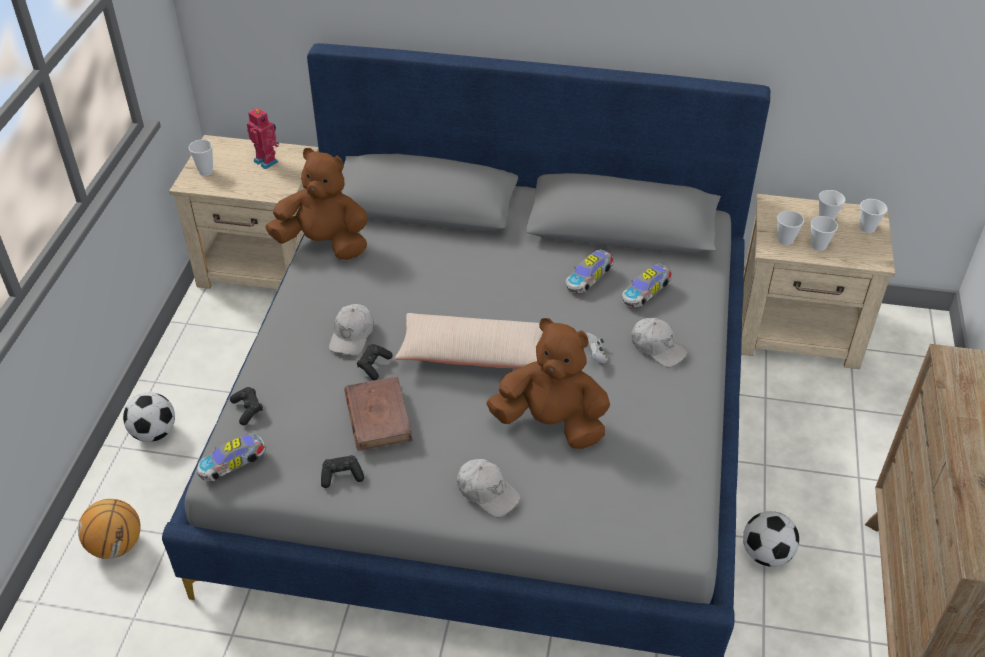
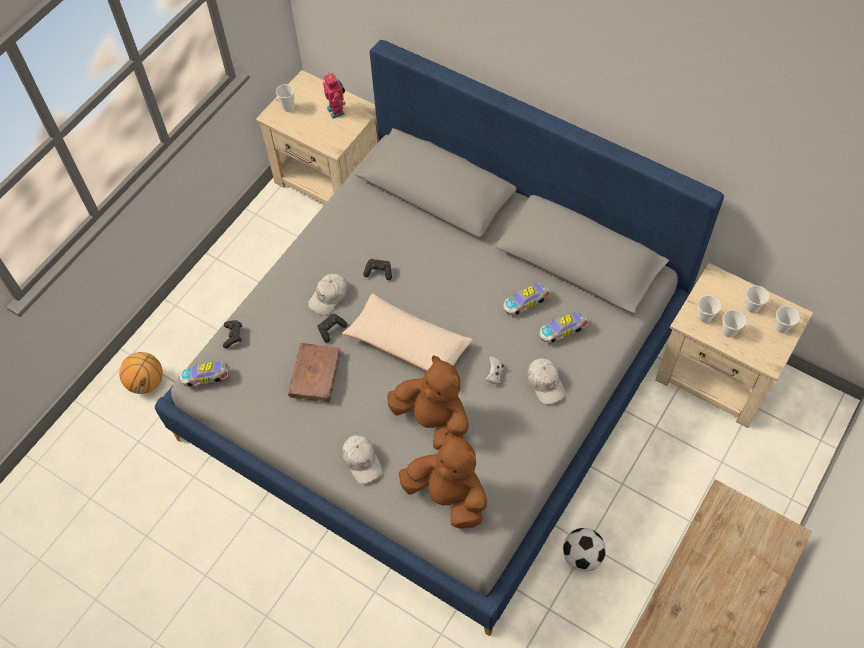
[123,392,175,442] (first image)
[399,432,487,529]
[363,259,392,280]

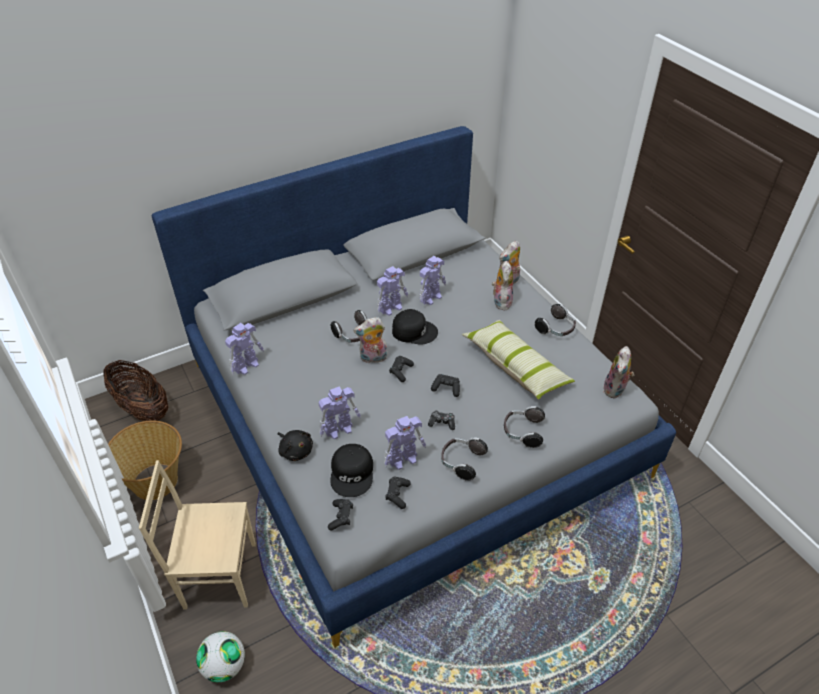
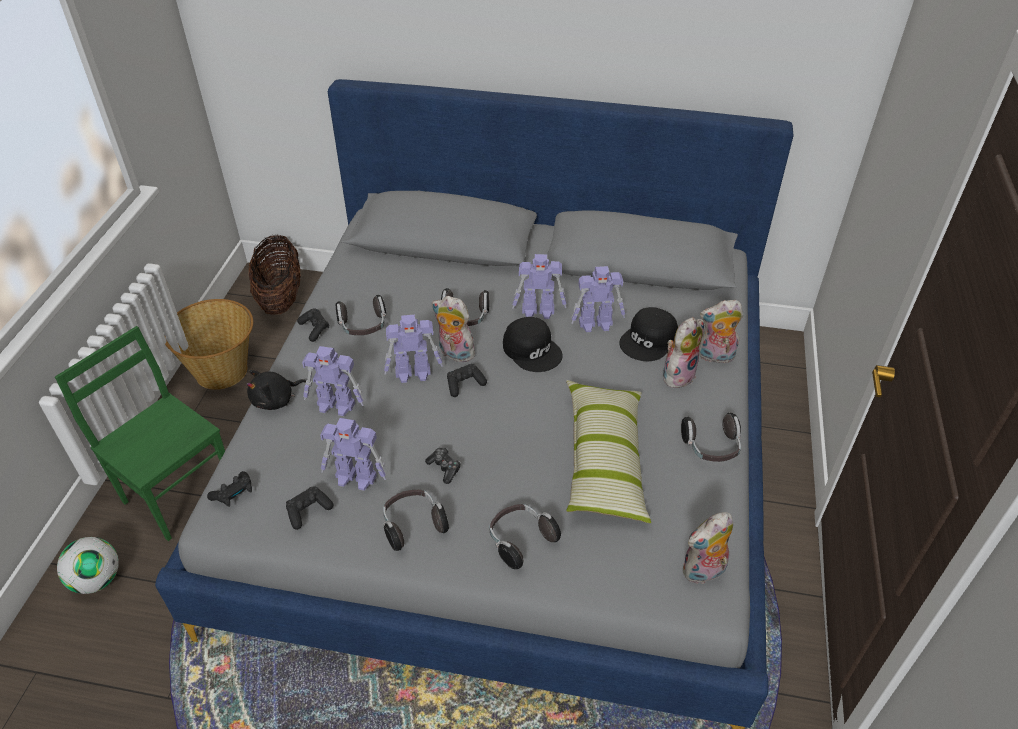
[336,295,386,335]
[384,315,443,383]
[619,307,678,361]
[297,308,329,342]
[55,326,225,541]
[246,370,306,410]

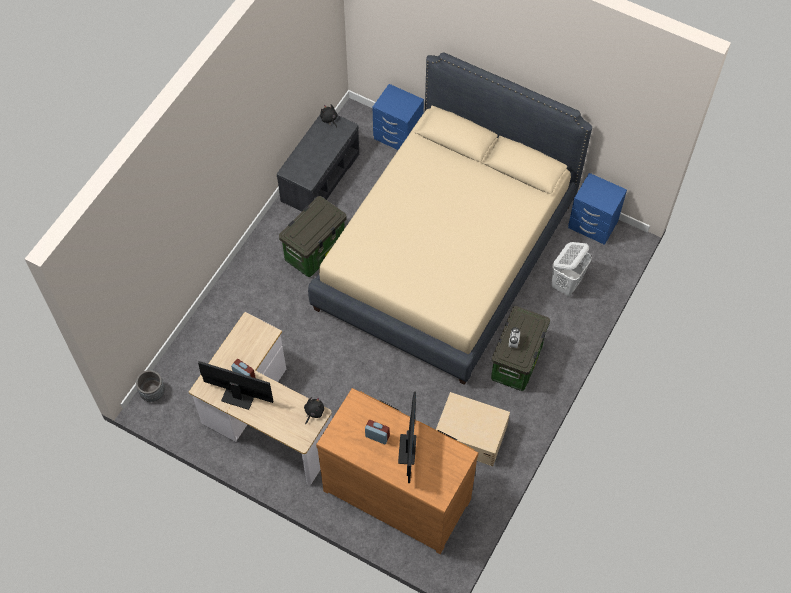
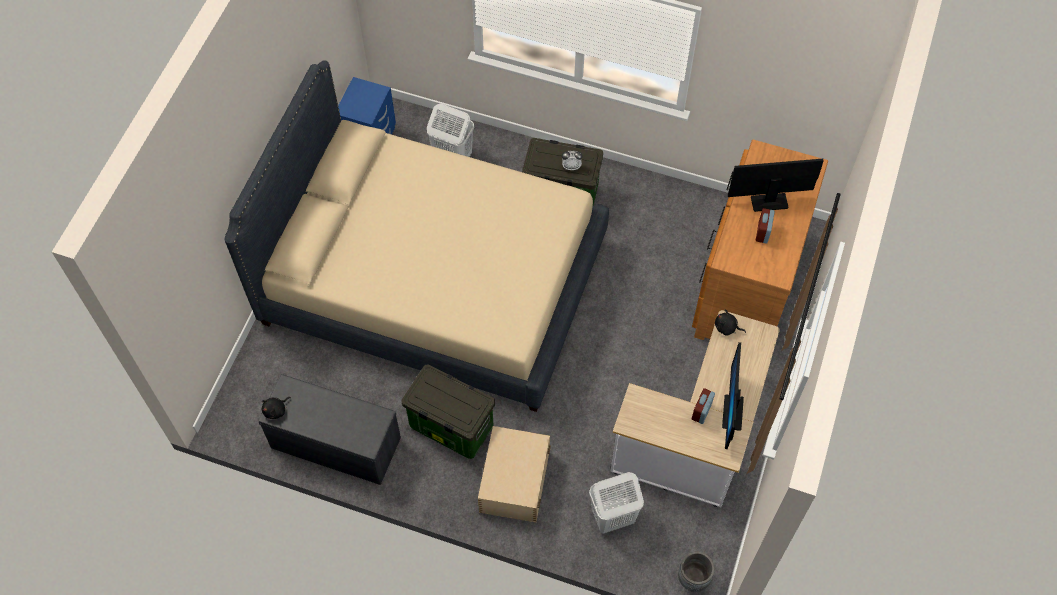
[373,84,424,150] (first image)
[589,472,644,534]
[478,426,551,522]

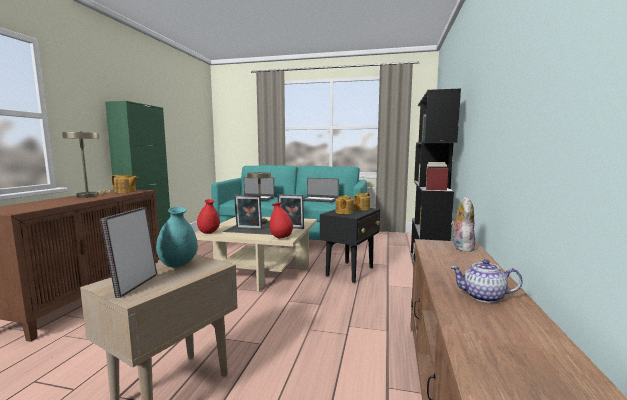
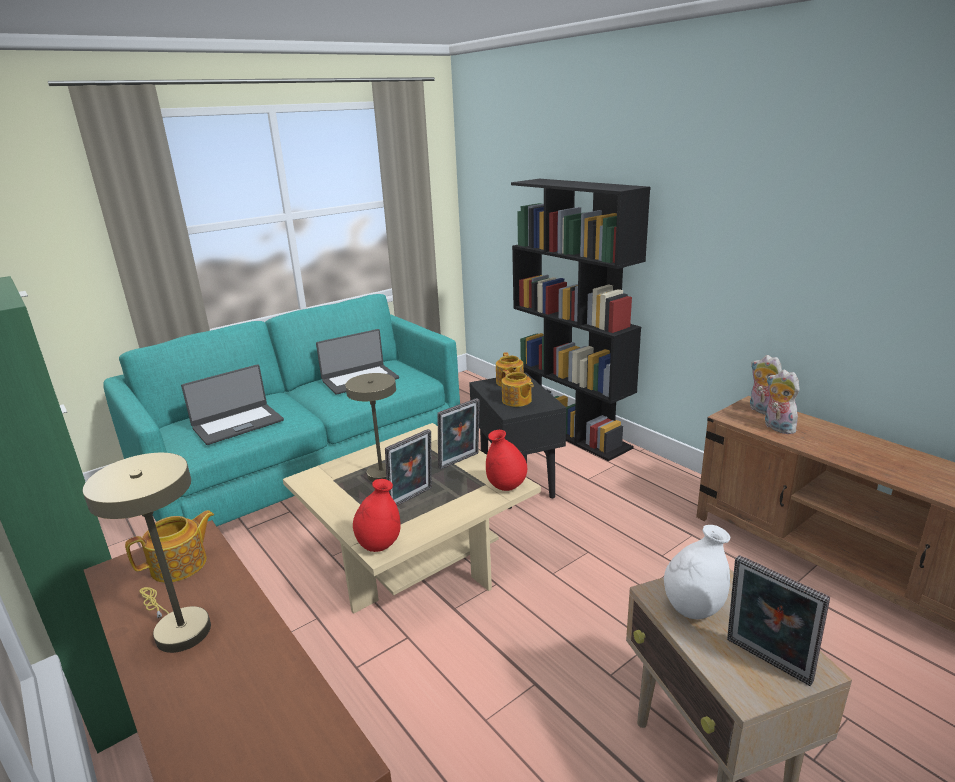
[451,259,523,303] (first image)
[765,370,800,434]
[664,525,730,619]

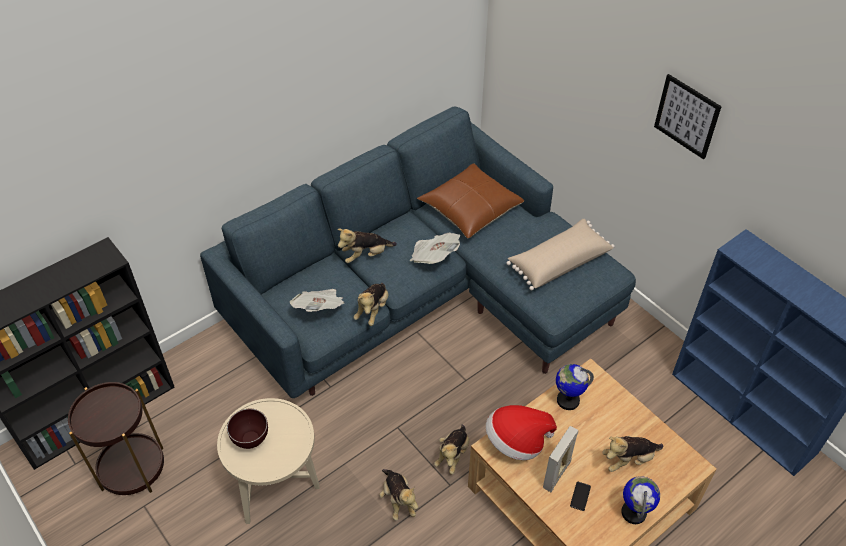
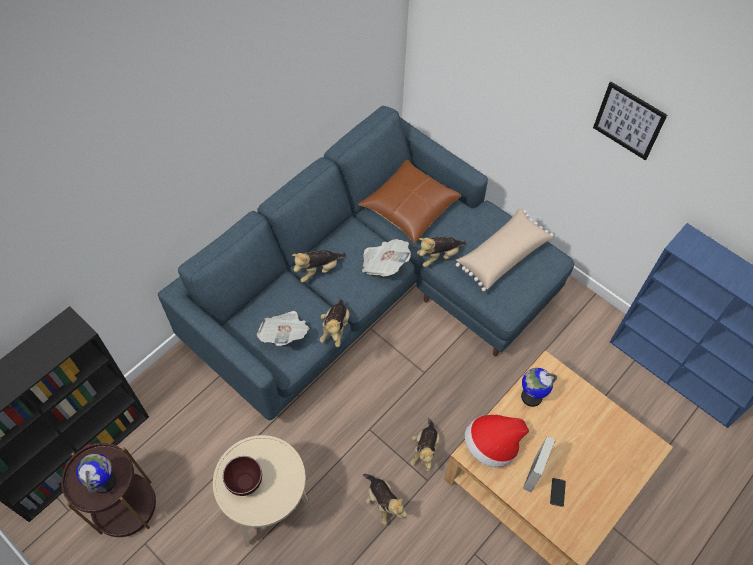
[417,237,466,267]
[76,453,116,494]

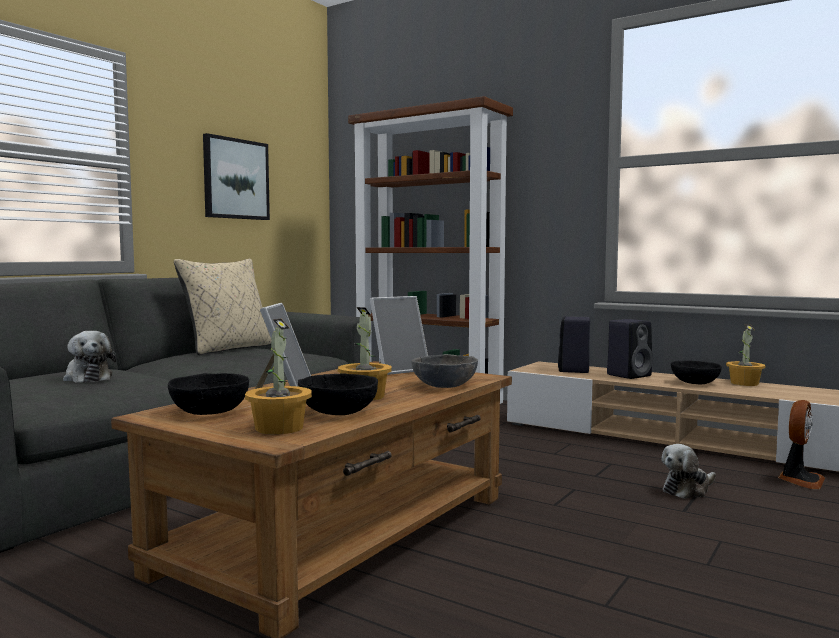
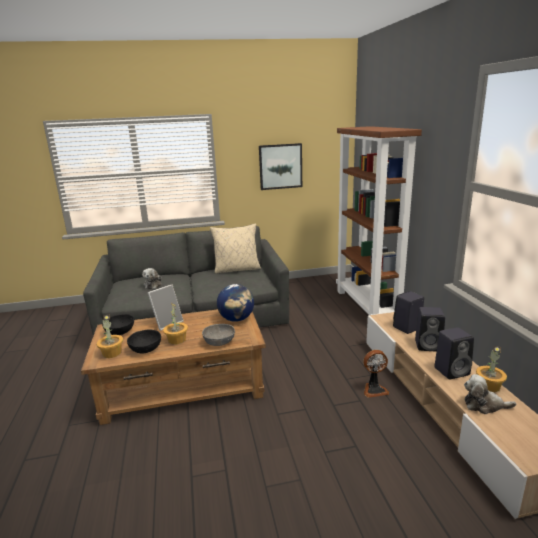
[464,374,516,414]
[364,350,389,398]
[217,284,254,322]
[434,327,474,380]

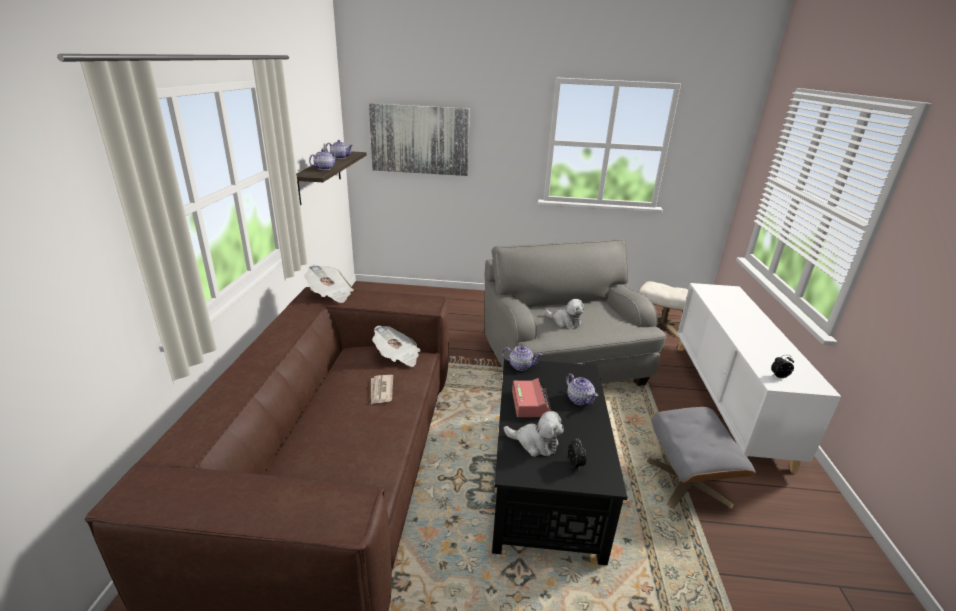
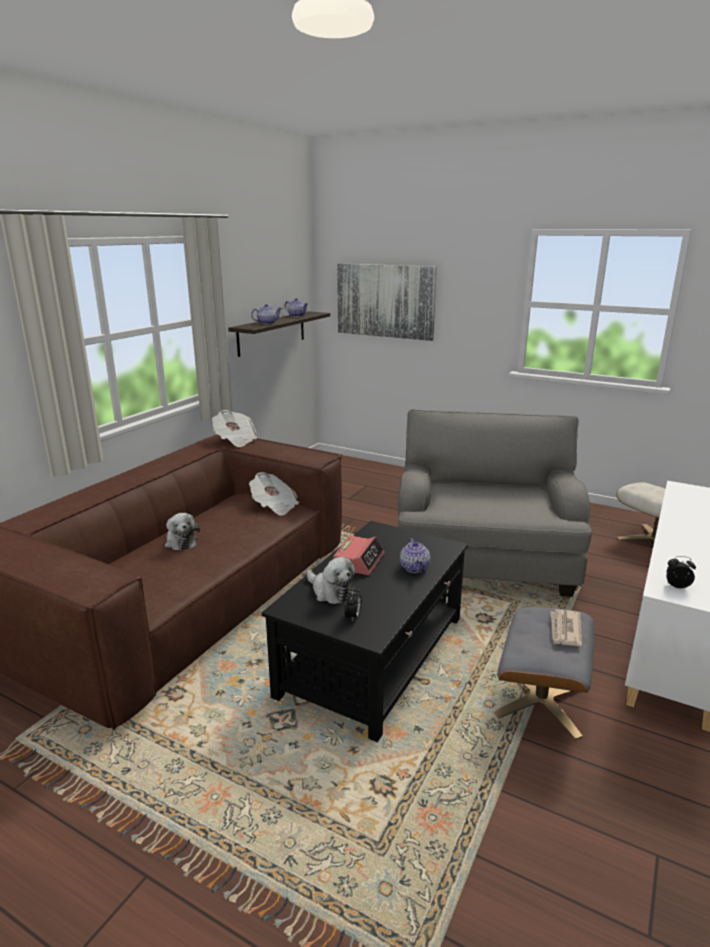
[502,345,543,371] (first image)
[551,609,582,646]
[165,513,200,551]

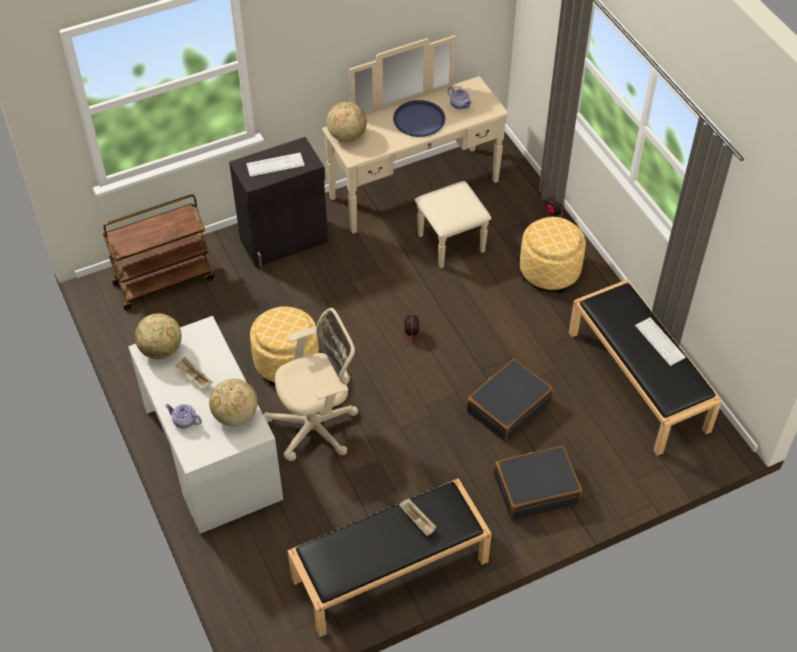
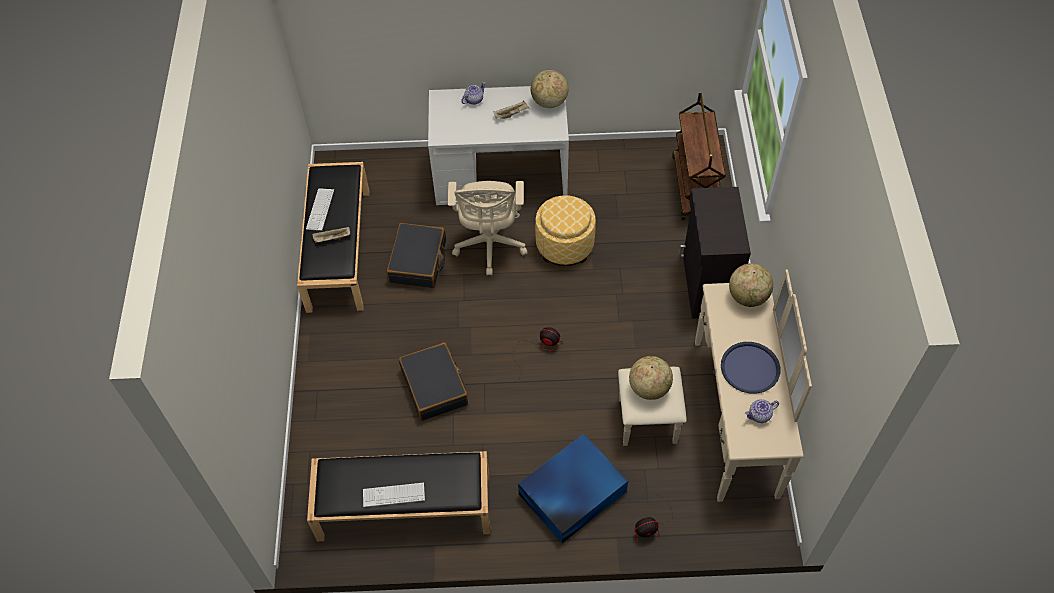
[629,356,673,400]
[306,188,334,231]
[386,223,446,288]
[518,434,628,543]

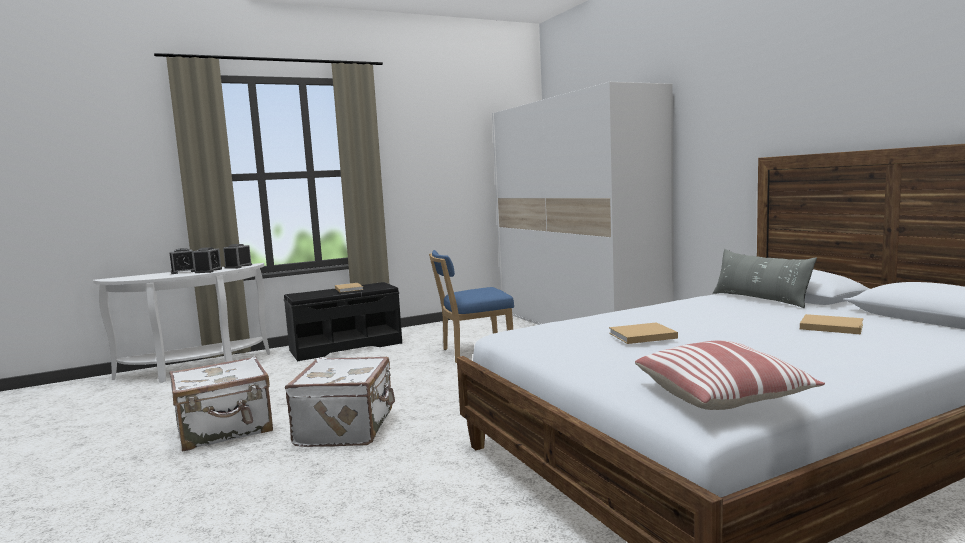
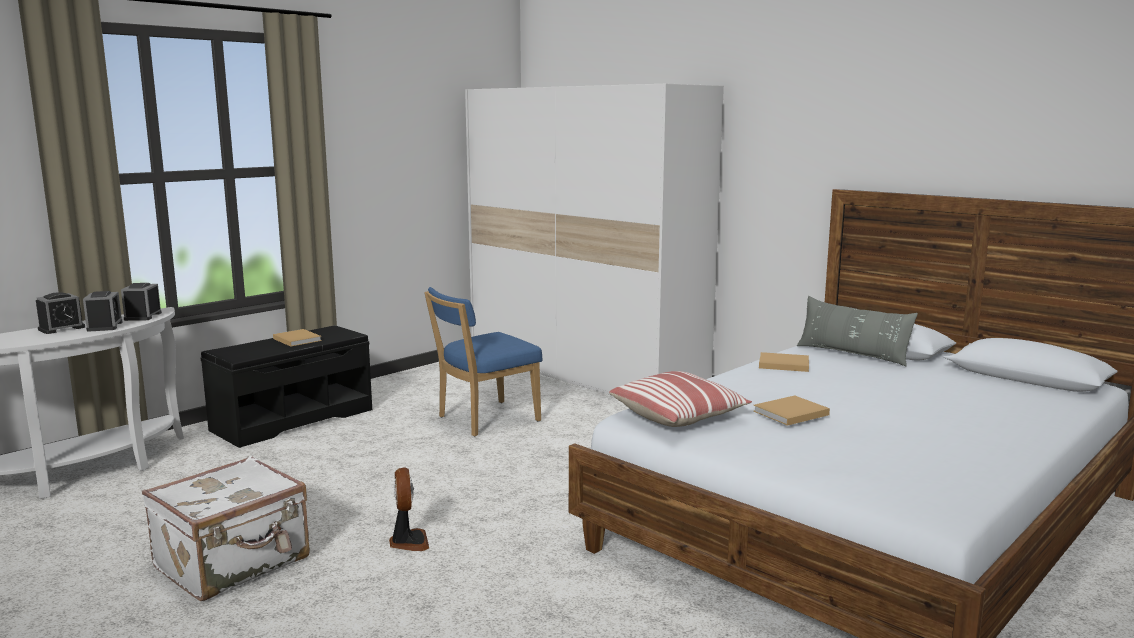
[609,371,752,427]
[759,352,809,372]
[389,468,429,551]

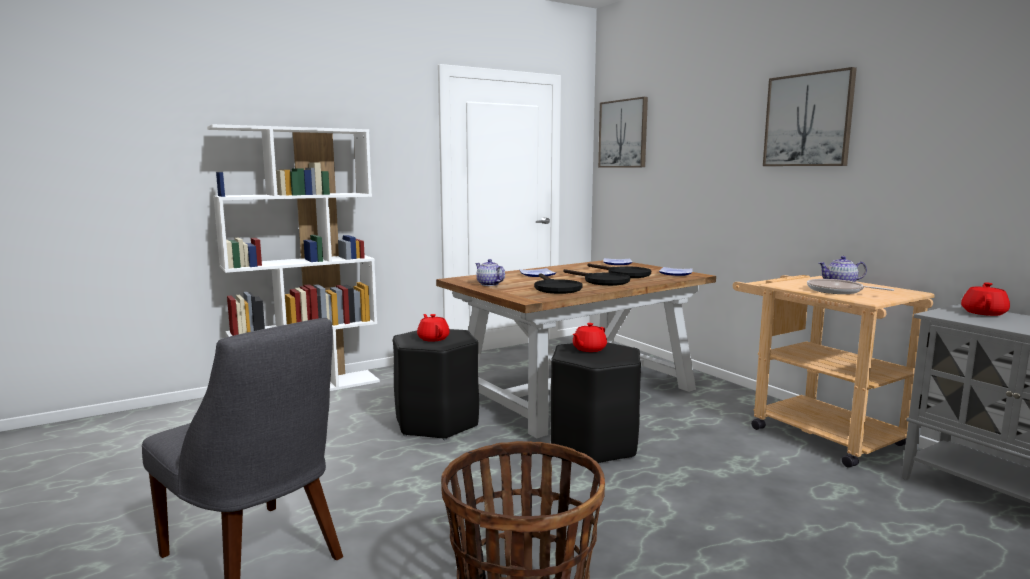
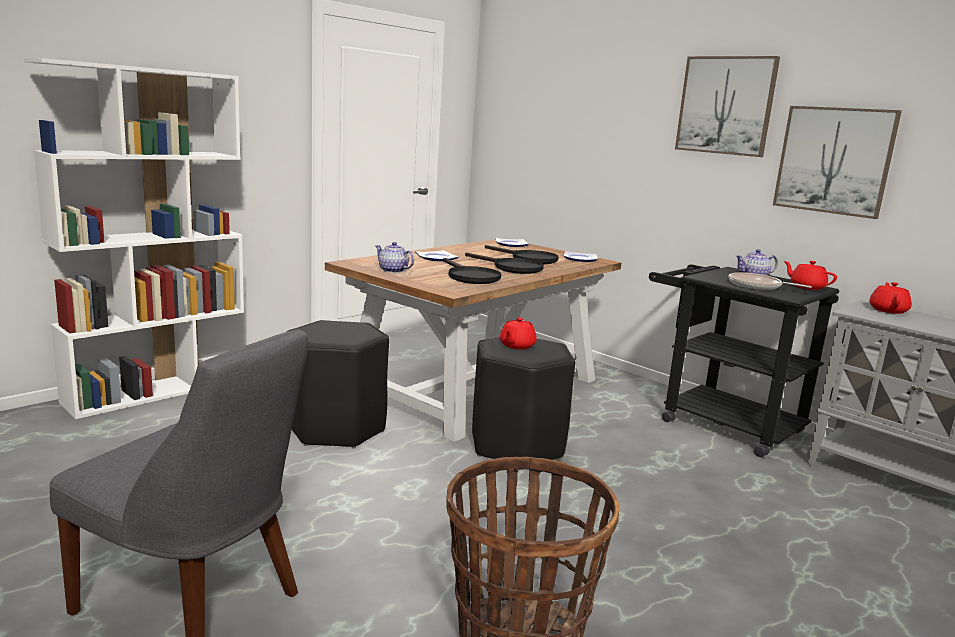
[784,261,837,290]
[773,106,902,219]
[649,264,839,457]

